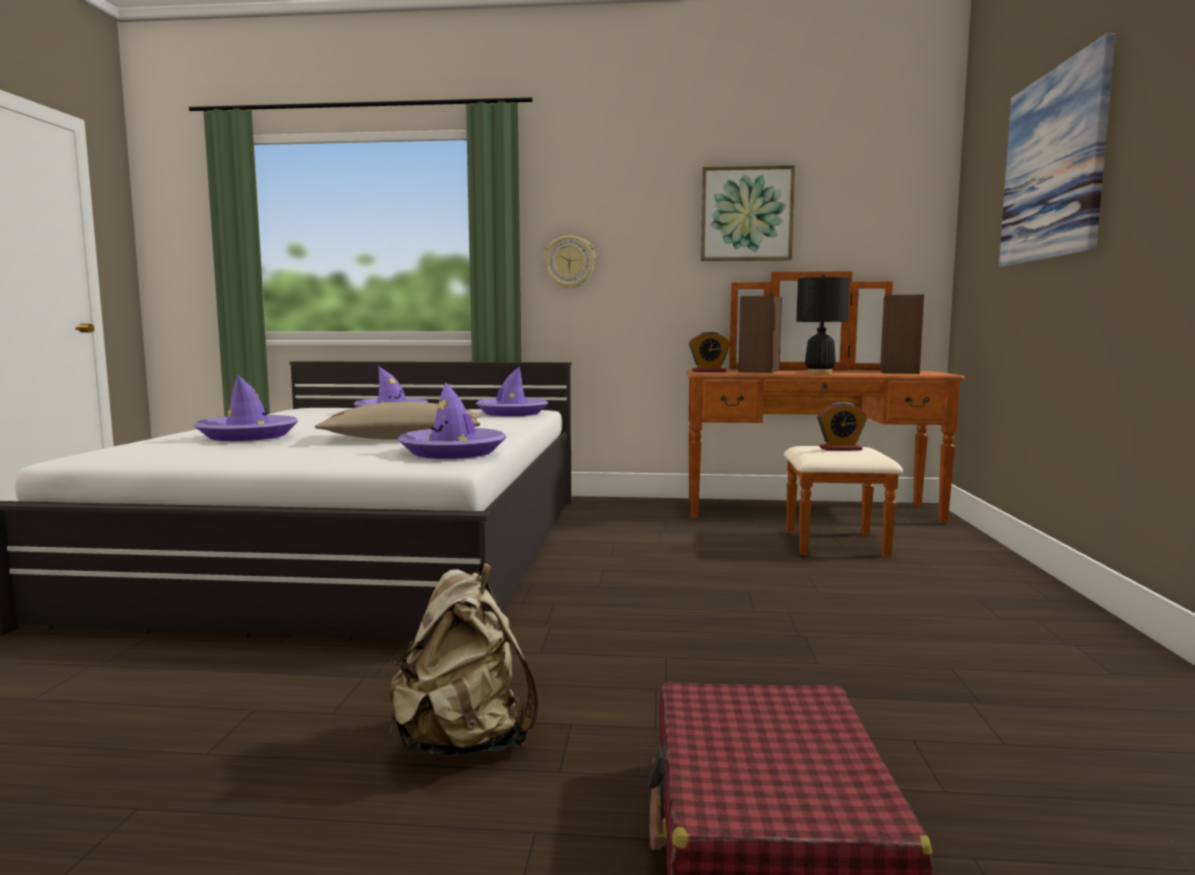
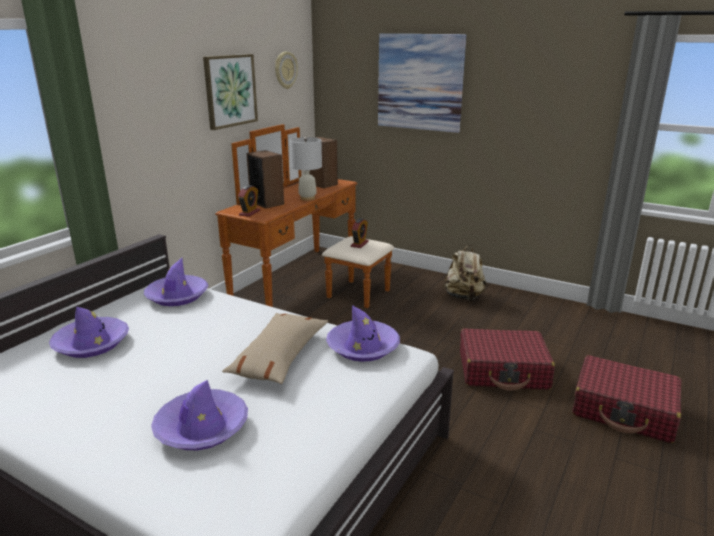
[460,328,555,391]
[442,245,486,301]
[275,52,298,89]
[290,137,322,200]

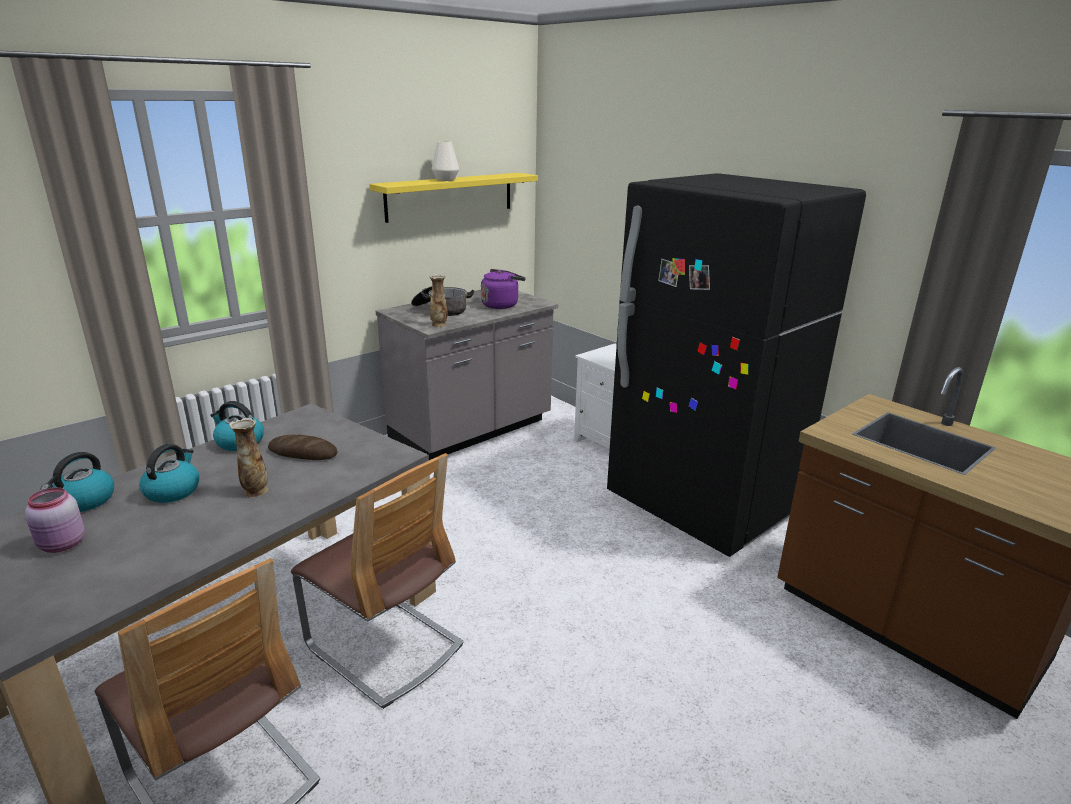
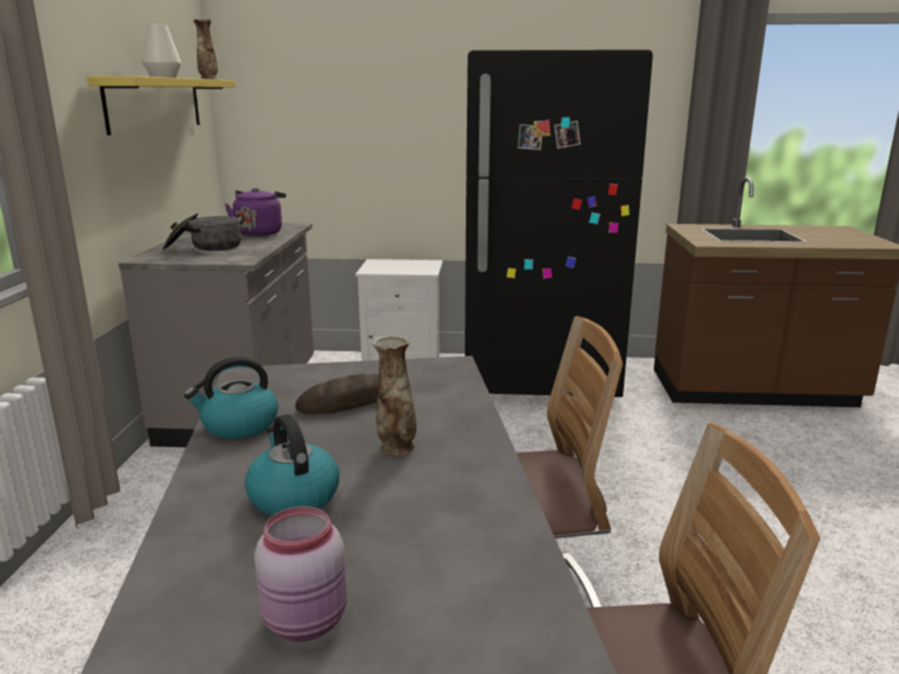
[40,452,114,512] (first image)
[193,19,218,80]

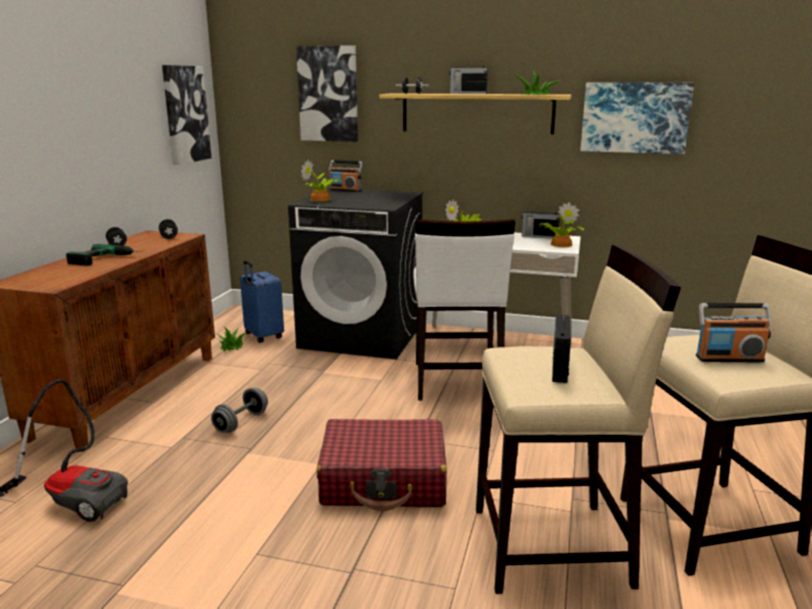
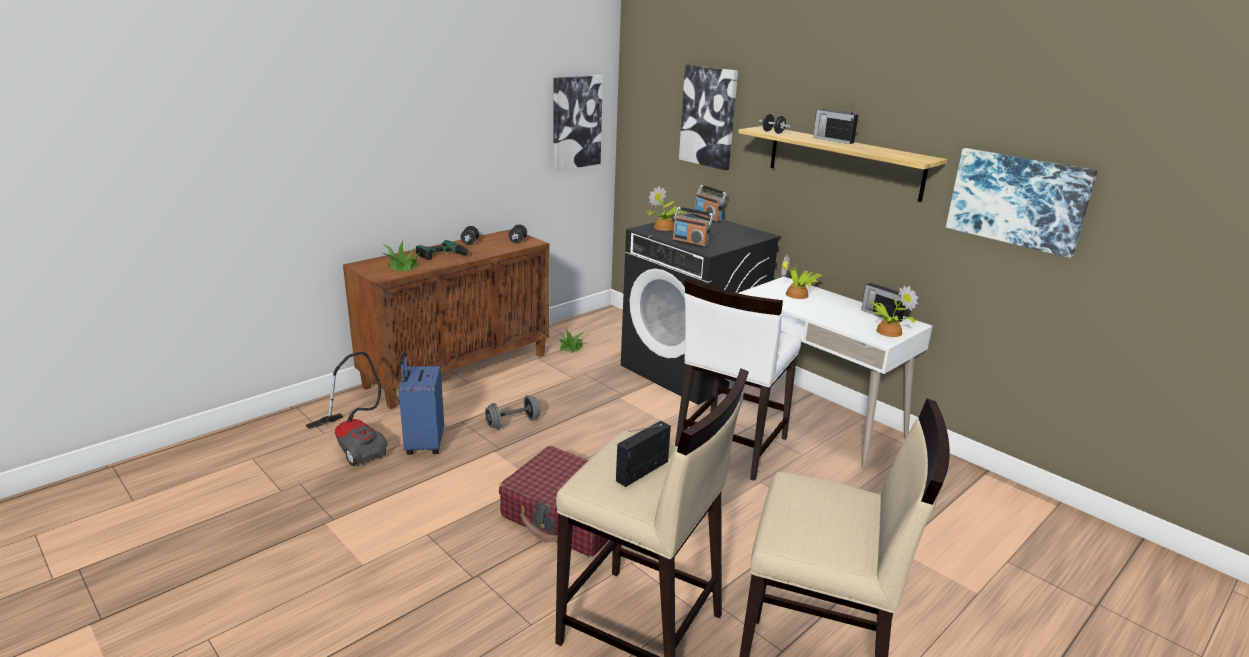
[399,352,444,455]
[382,240,420,271]
[672,207,714,248]

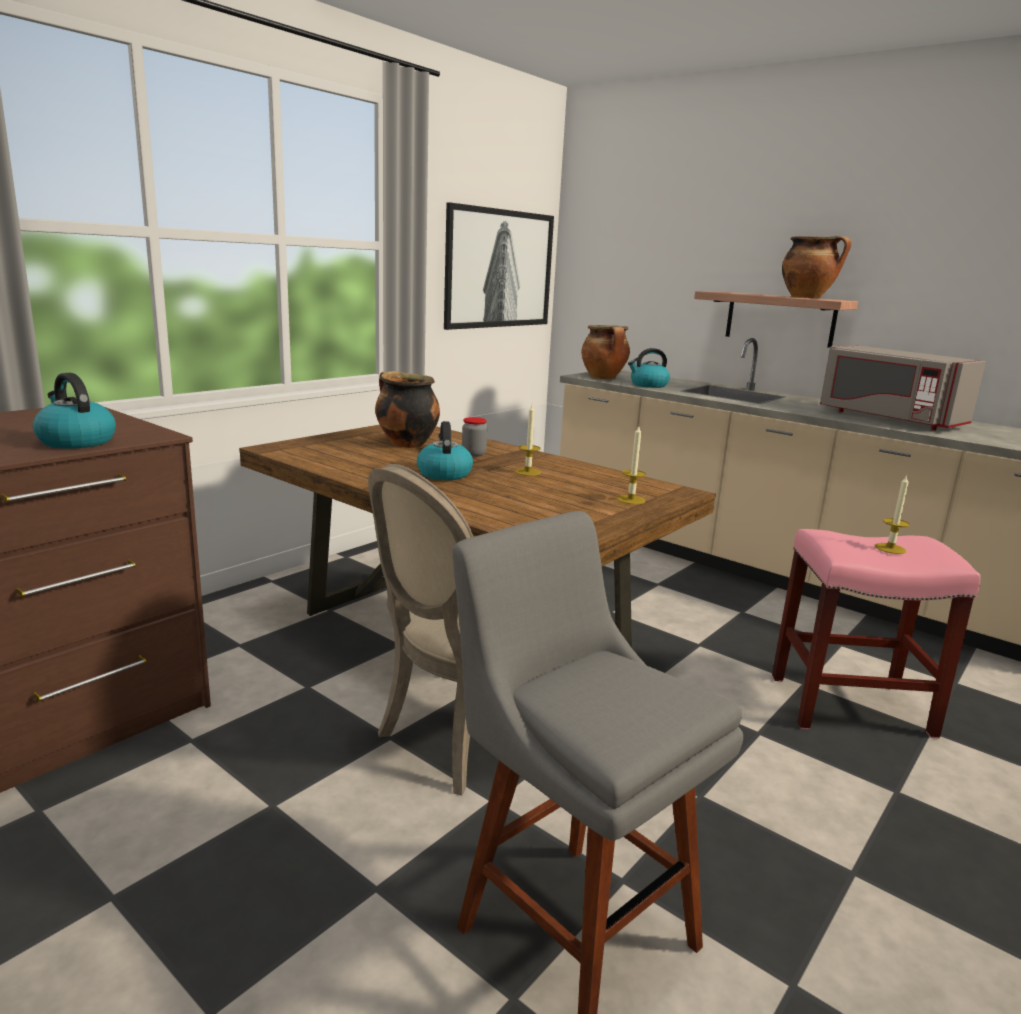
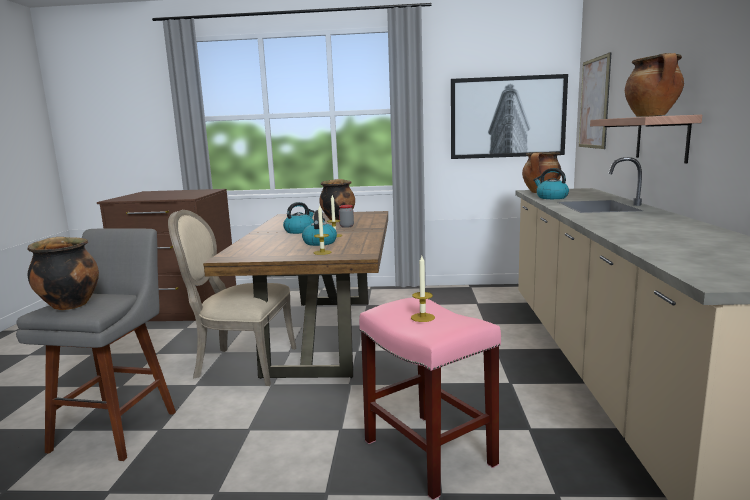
[820,345,986,430] (first image)
[27,237,99,310]
[579,52,612,149]
[302,210,337,246]

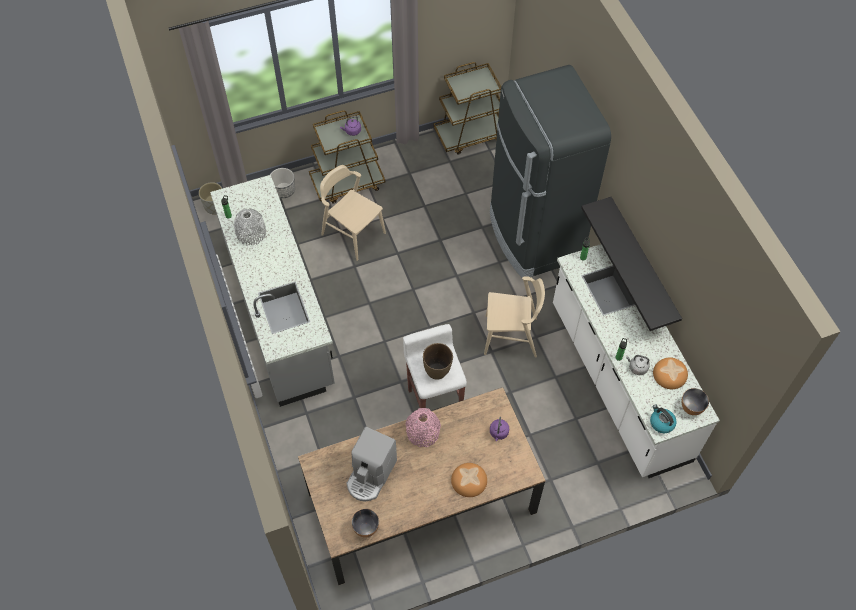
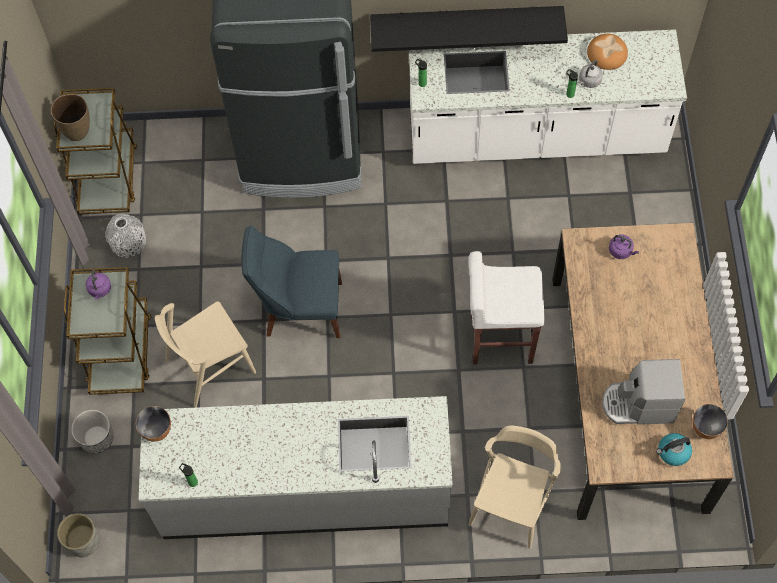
[405,408,441,447] (first image)
[451,463,487,497] (first image)
[242,226,342,338]
[105,213,146,258]
[51,94,90,141]
[468,425,561,549]
[656,433,692,466]
[136,406,171,442]
[602,359,685,425]

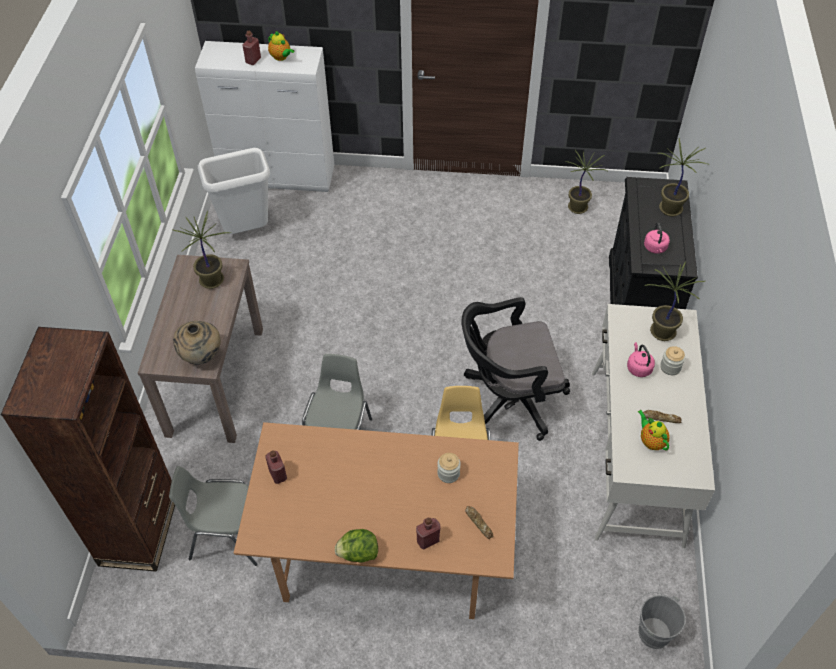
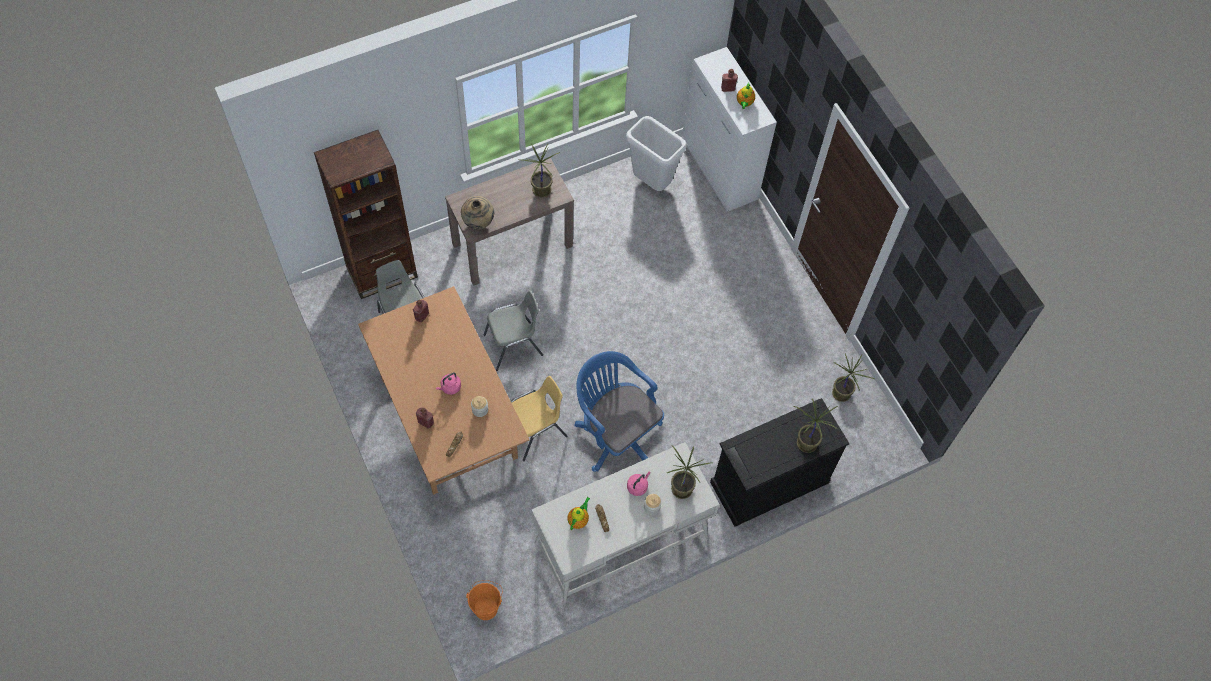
[335,529,378,563] (first image)
[436,372,461,395]
[574,351,664,472]
[466,580,503,620]

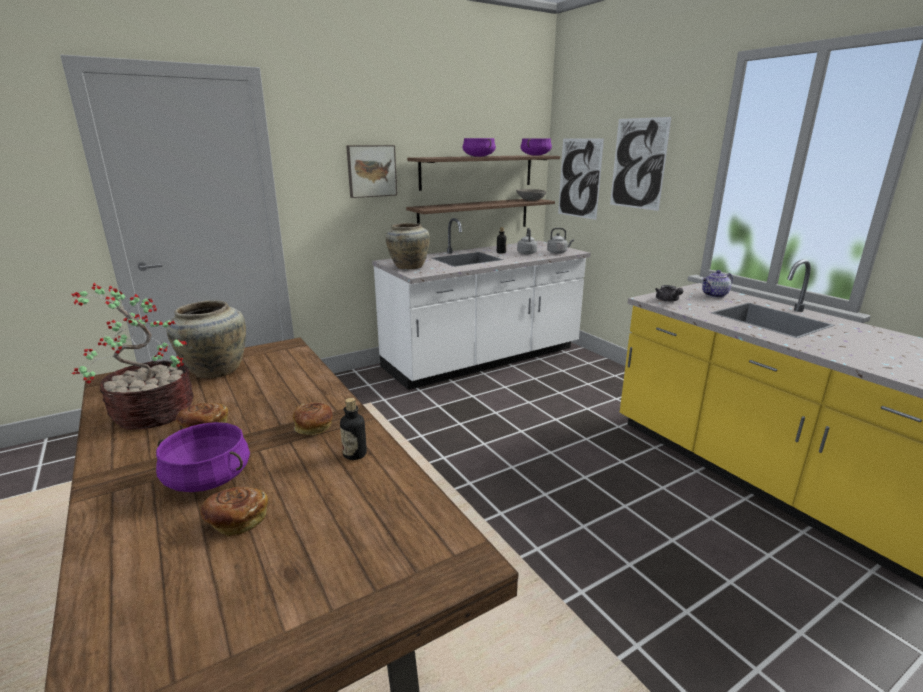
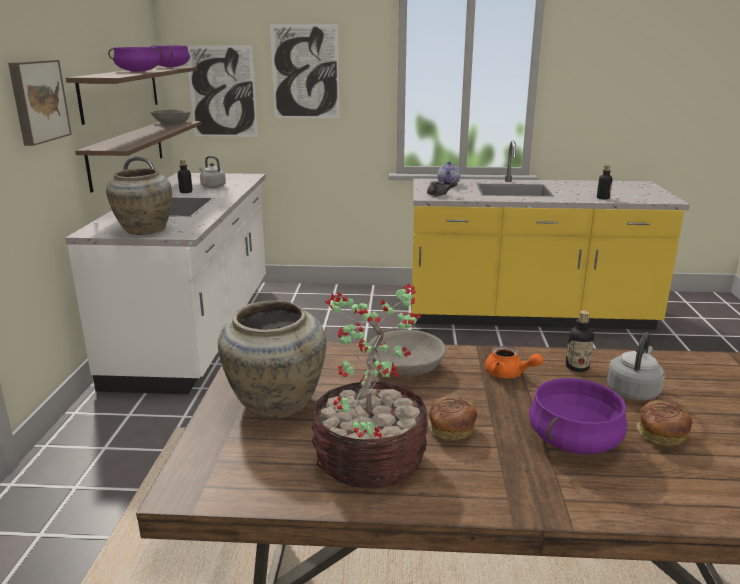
[368,330,446,376]
[597,165,613,199]
[607,332,665,401]
[485,346,543,379]

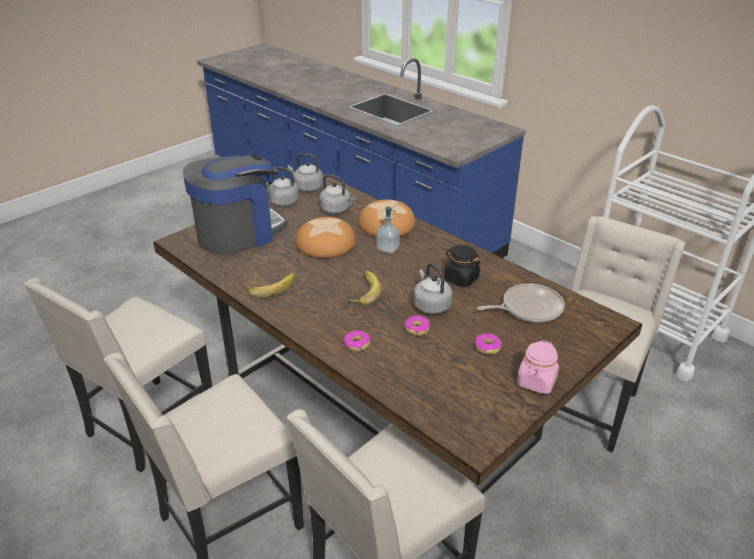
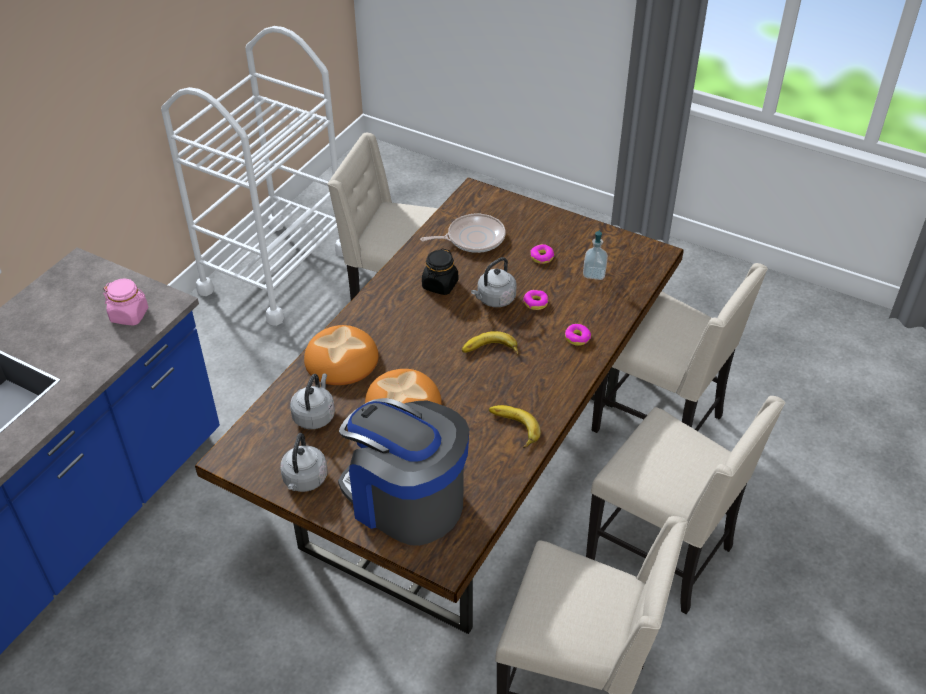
[288,154,323,192] (first image)
[583,230,608,280]
[103,279,148,326]
[420,214,505,253]

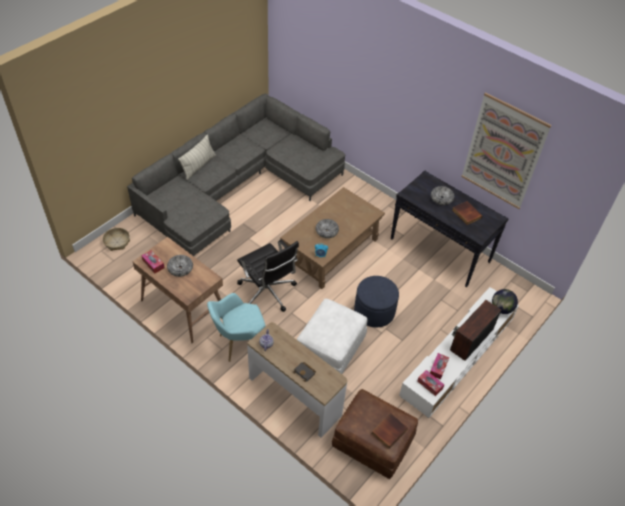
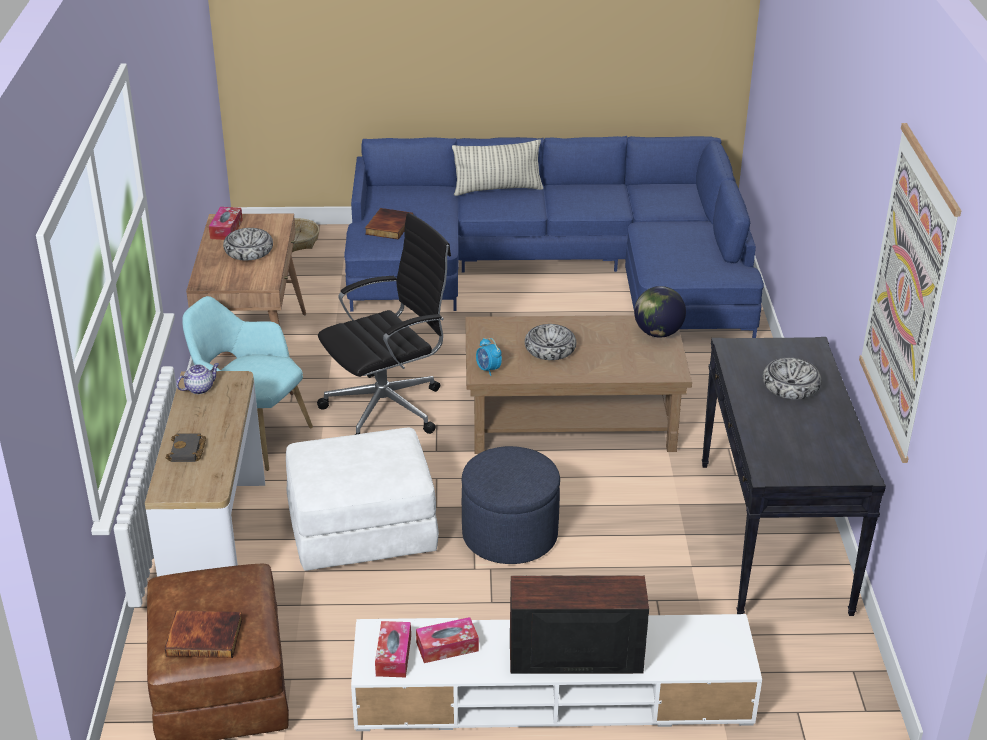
[365,208,413,240]
[634,286,686,338]
[344,136,764,338]
[317,213,451,435]

